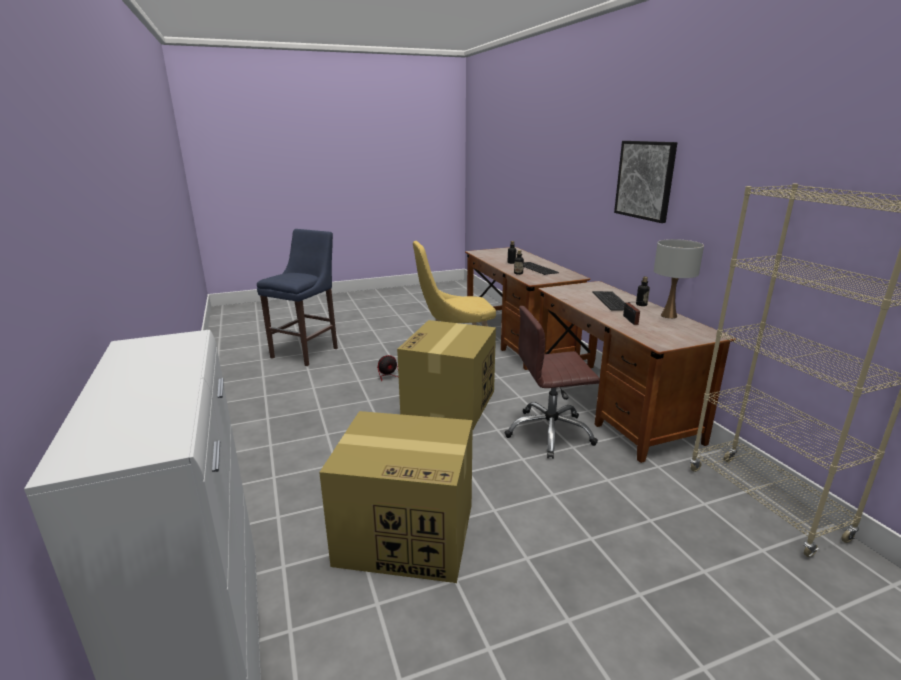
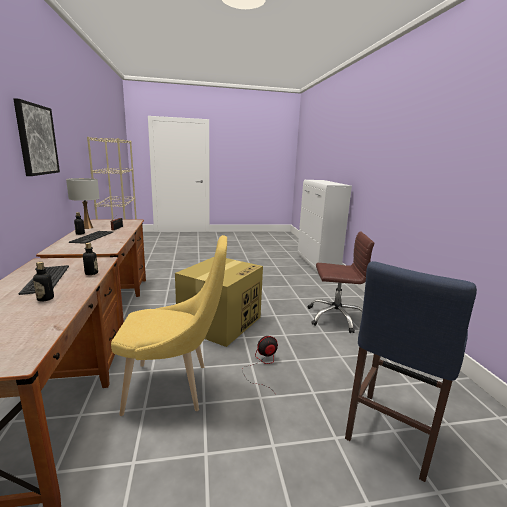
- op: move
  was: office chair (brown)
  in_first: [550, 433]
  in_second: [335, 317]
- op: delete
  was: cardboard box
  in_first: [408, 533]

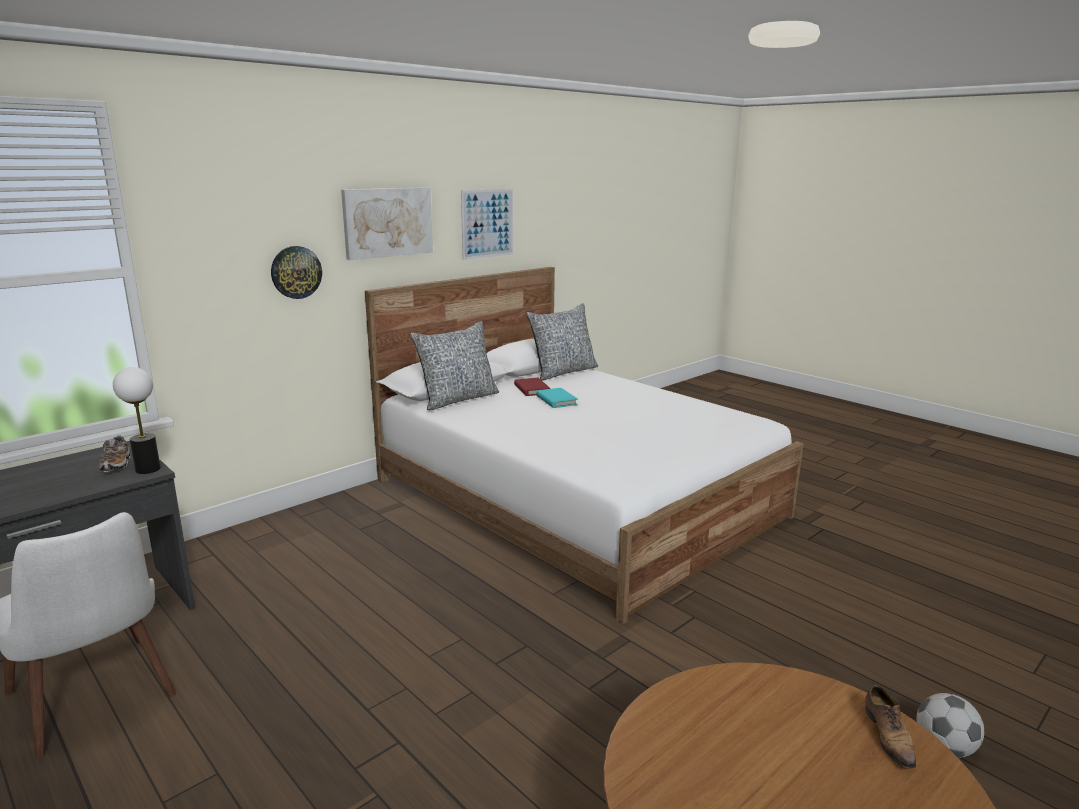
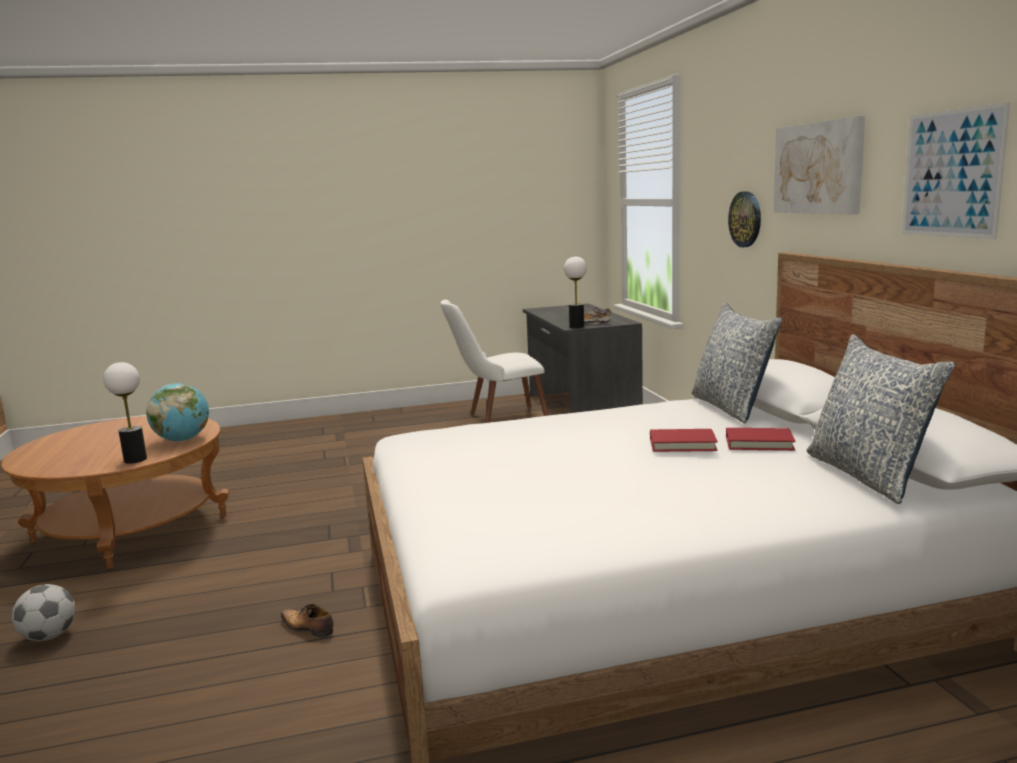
- op: recolor
  was: book (turquoise)
  now: book (red)
  in_first: [556, 400]
  in_second: [682, 444]
- op: move
  was: shoe
  in_first: [888, 737]
  in_second: [307, 628]
- op: insert
  now: table lamp
  in_second: [135, 459]
- op: insert
  now: globe
  in_second: [182, 440]

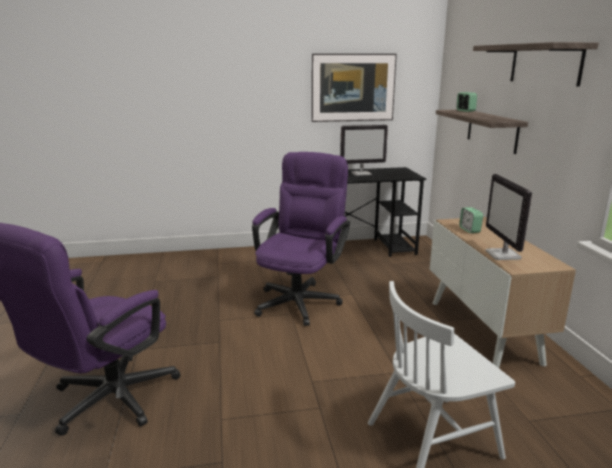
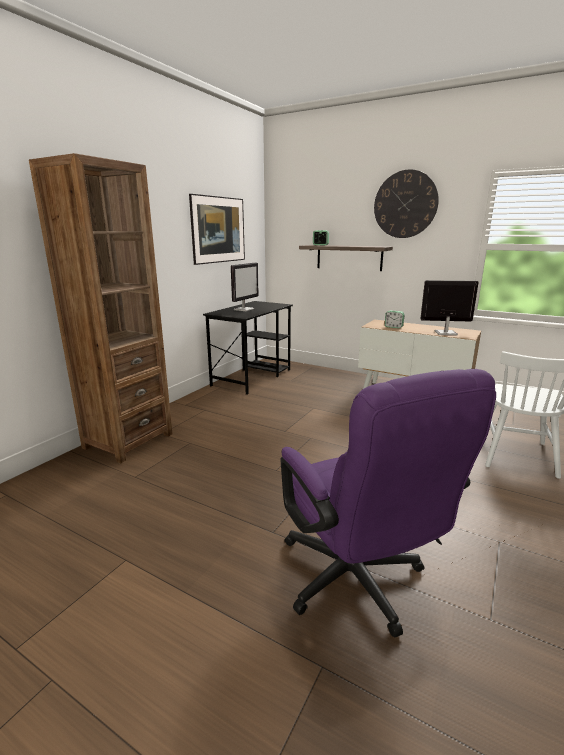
- op: replace
  was: shelf
  now: wall clock
  in_first: [545, 64]
  in_second: [405, 204]
- op: delete
  was: office chair (purple)
  in_first: [301, 299]
- op: rotate
  was: monitor
  in_first: [503, 255]
  in_second: [445, 333]
  clockwise: 150
- op: insert
  now: bookcase (brown)
  in_second: [128, 441]

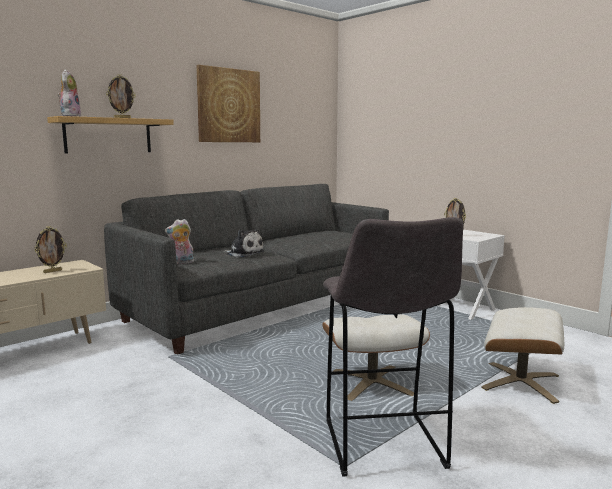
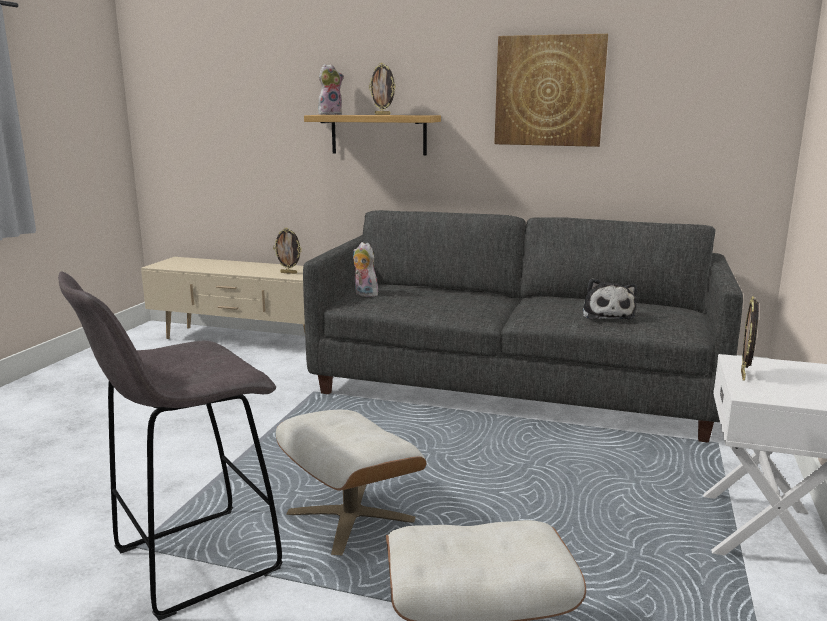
- op: move
  was: plush toy
  in_first: [244, 253]
  in_second: [607, 314]

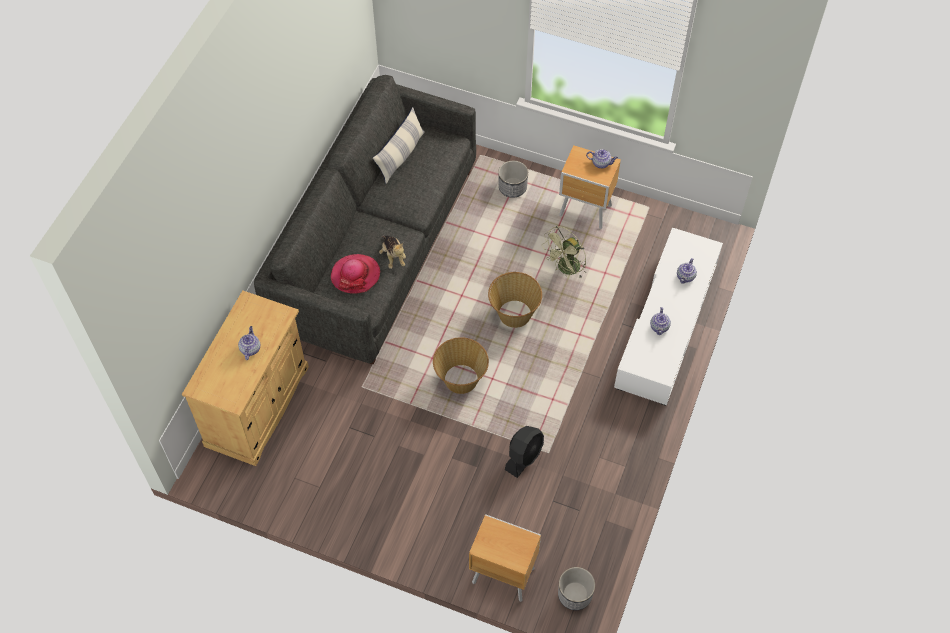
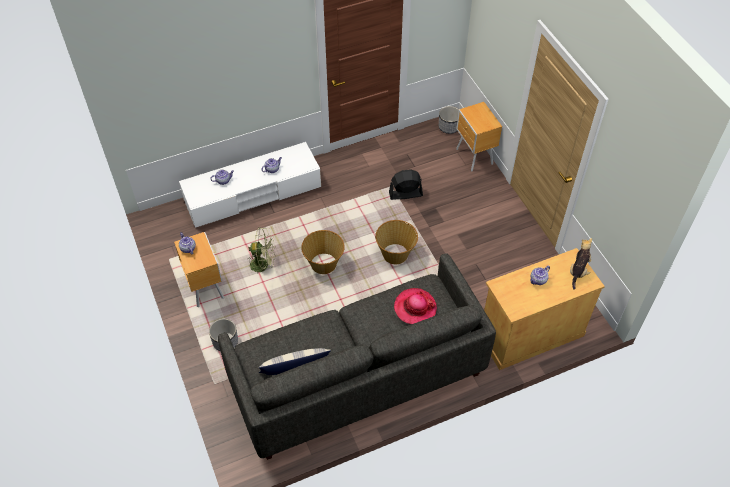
- op: move
  was: plush toy
  in_first: [393, 256]
  in_second: [578, 270]

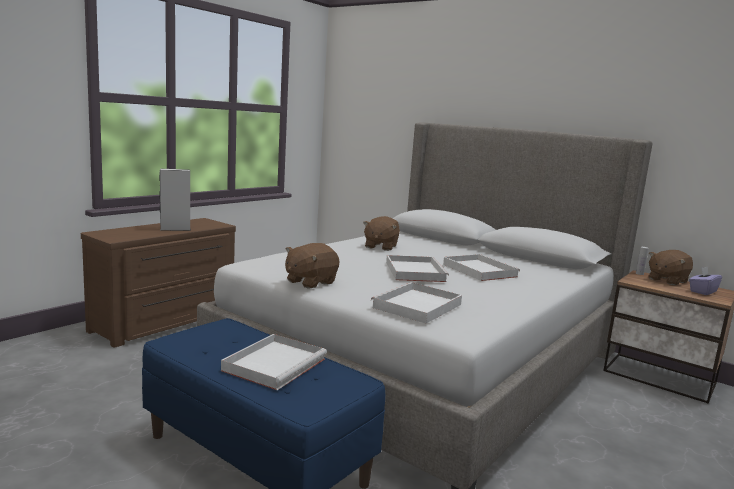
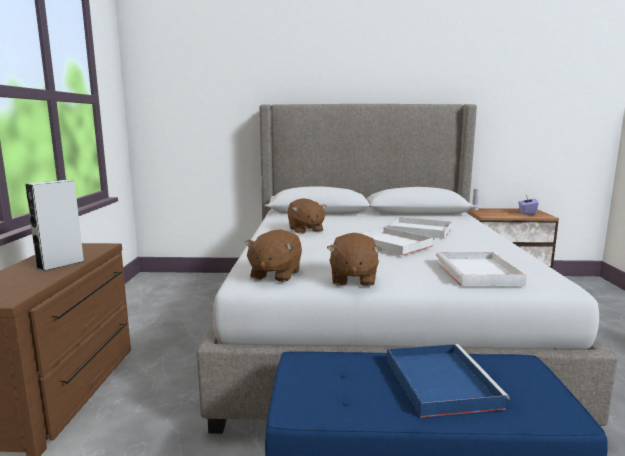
- op: move
  was: plush toy (brown)
  in_first: [667, 280]
  in_second: [275, 274]
- op: recolor
  was: tray (white)
  now: tray (blue)
  in_first: [275, 364]
  in_second: [439, 381]

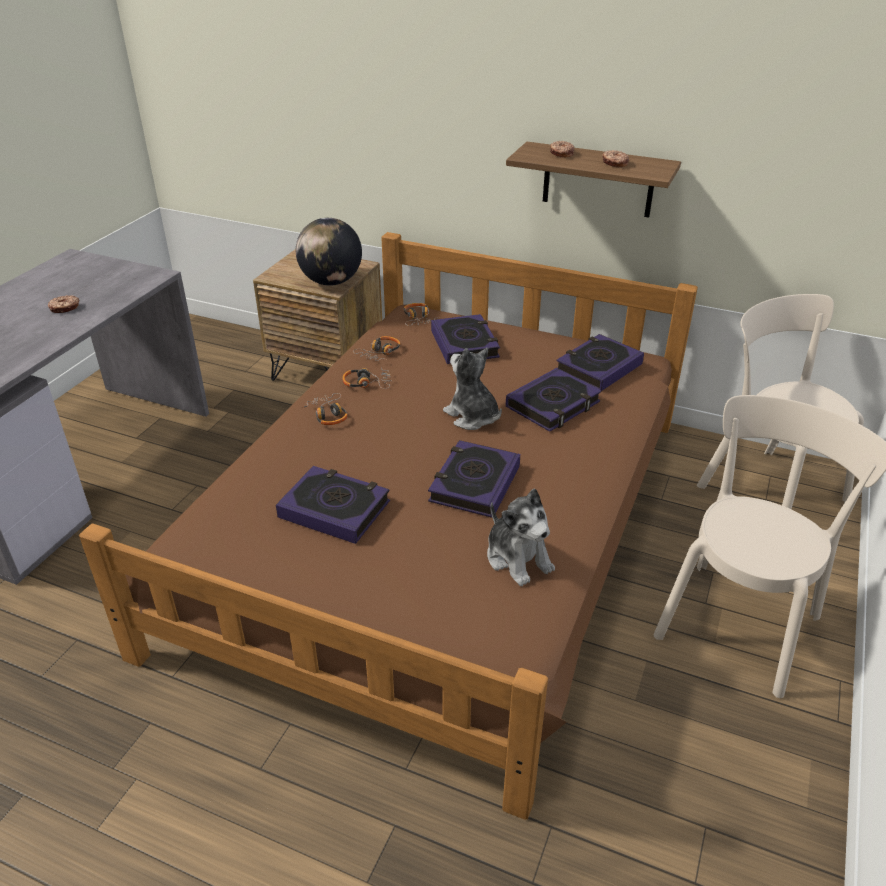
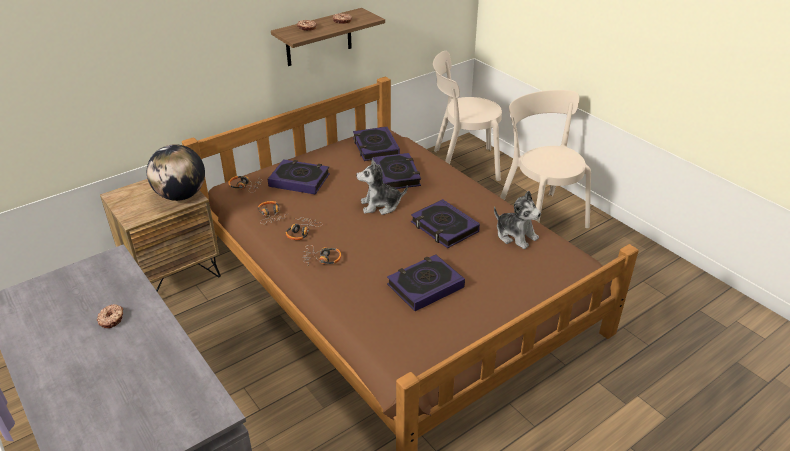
- op: rotate
  was: plush toy
  in_first: [518, 558]
  in_second: [515, 236]
  clockwise: 45

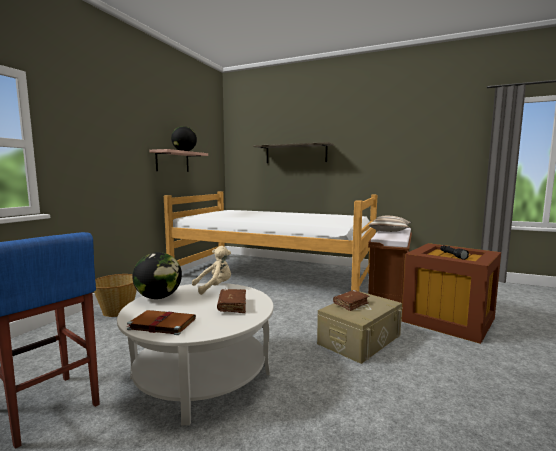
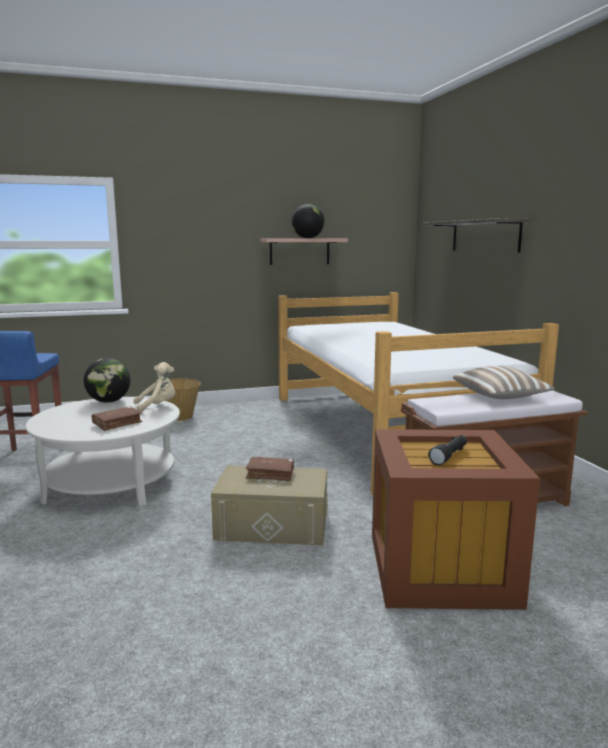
- op: rotate
  was: plush toy (beige)
  in_first: [215, 287]
  in_second: [157, 406]
  clockwise: -45
- op: delete
  was: book (brown)
  in_first: [161, 324]

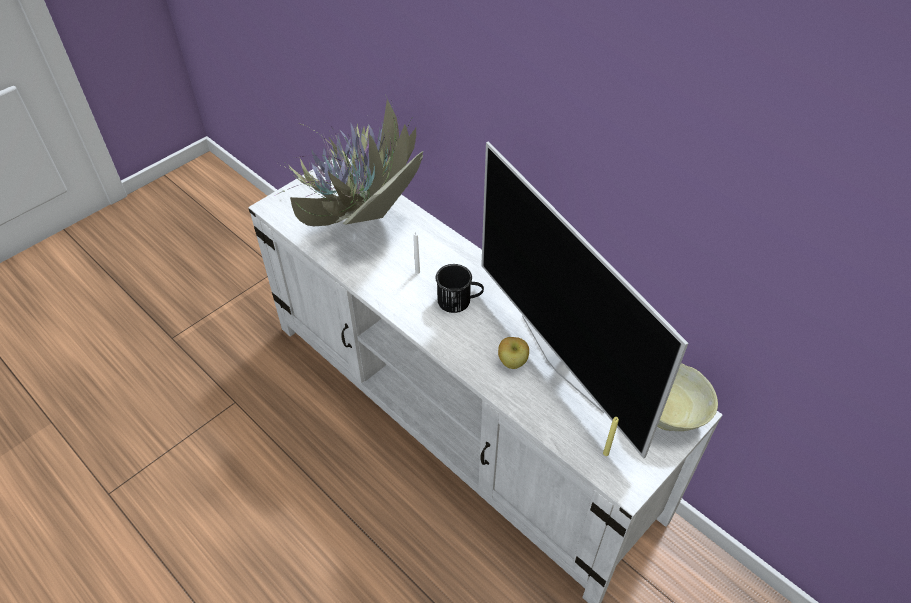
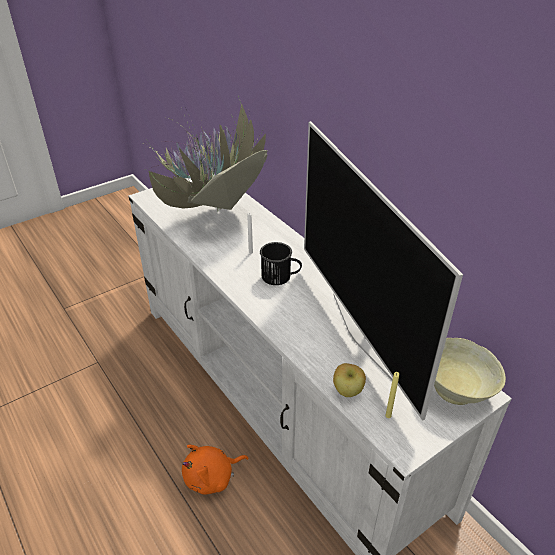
- op: move
  was: apple
  in_first: [512, 362]
  in_second: [348, 391]
- op: insert
  now: plush toy (orange)
  in_second: [212, 477]

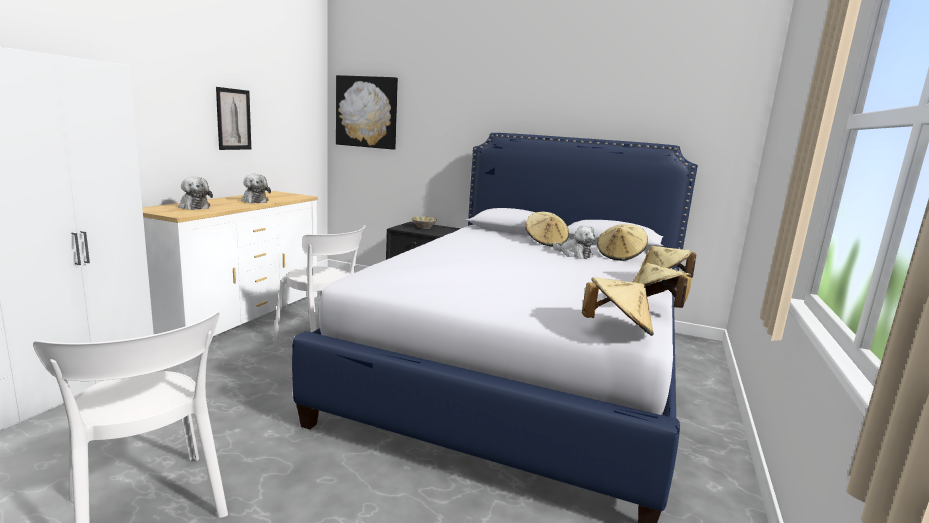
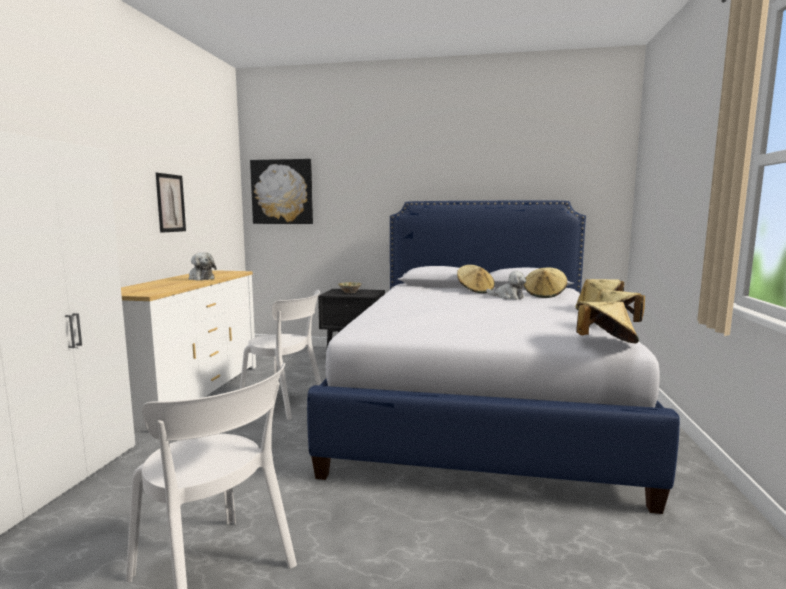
- op: delete
  was: plush toy
  in_first: [194, 206]

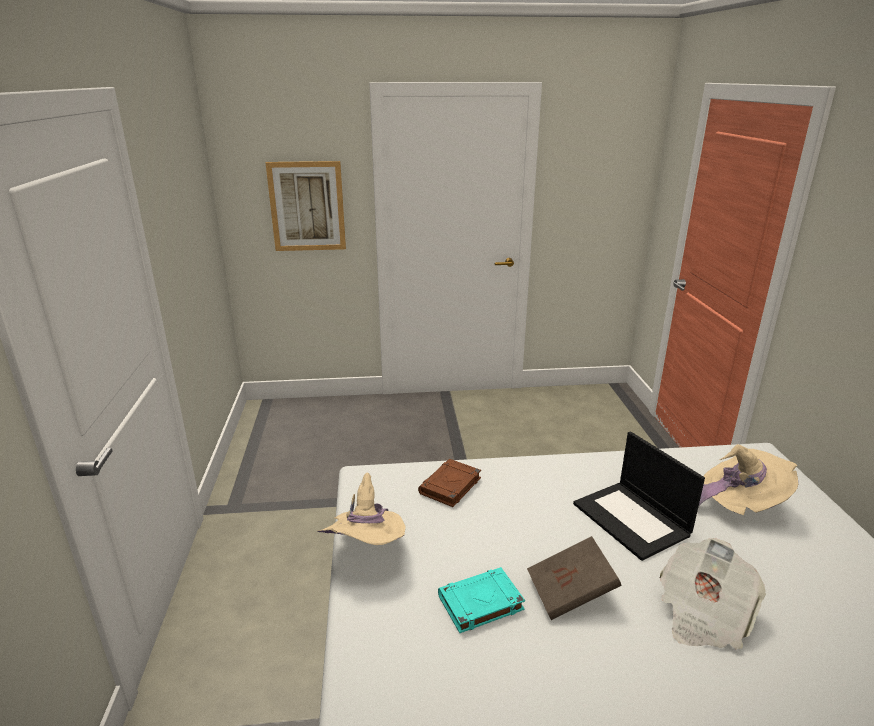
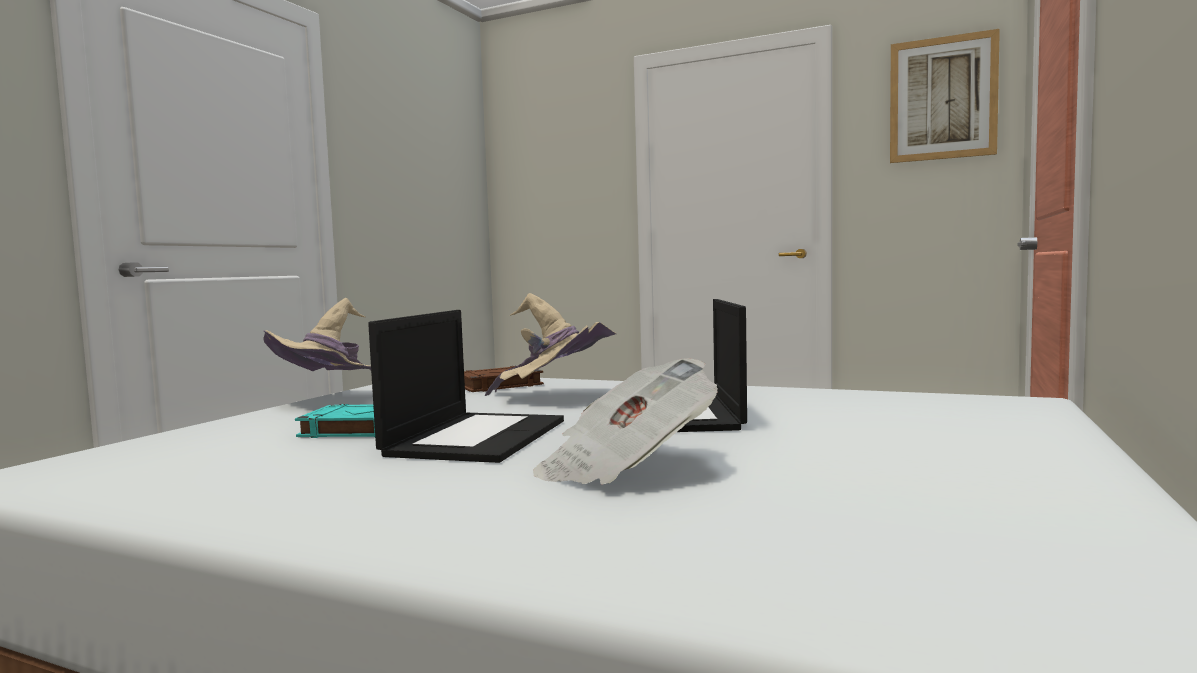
- op: move
  was: picture
  in_first: [307, 206]
  in_second: [942, 98]
- op: move
  was: hat (beige)
  in_first: [738, 504]
  in_second: [555, 397]
- op: replace
  was: book (brown)
  now: laptop
  in_first: [570, 593]
  in_second: [476, 437]

